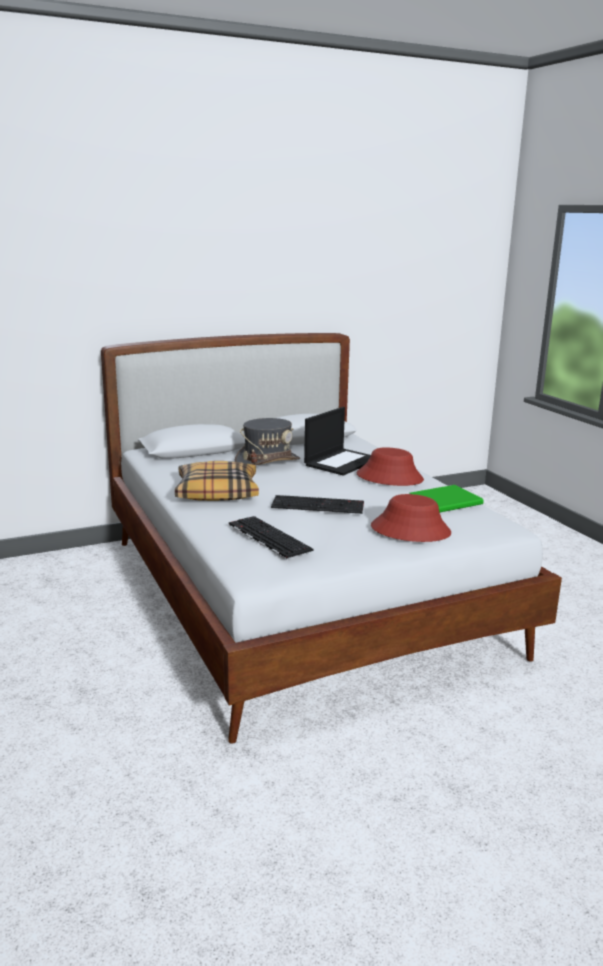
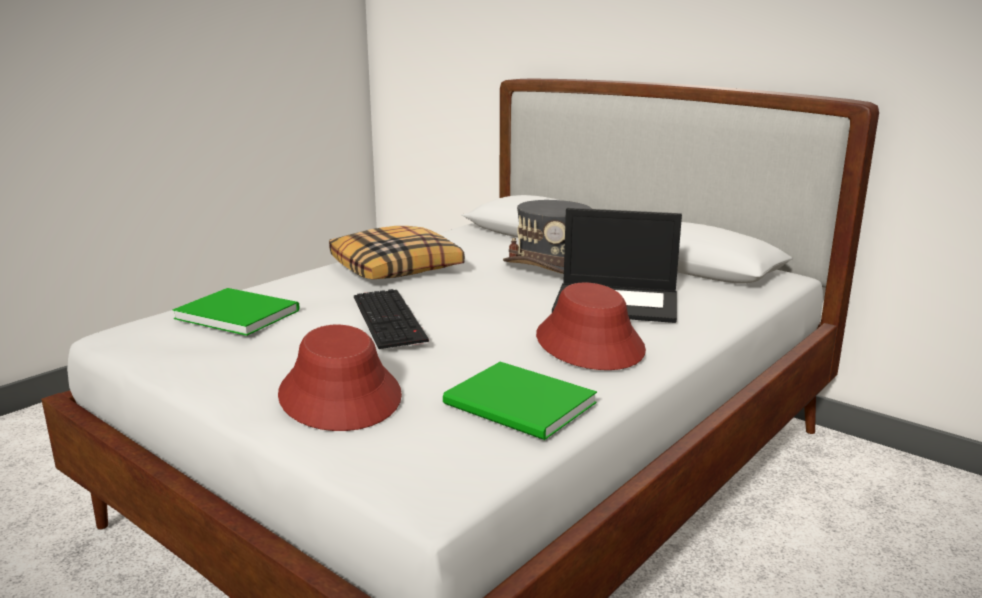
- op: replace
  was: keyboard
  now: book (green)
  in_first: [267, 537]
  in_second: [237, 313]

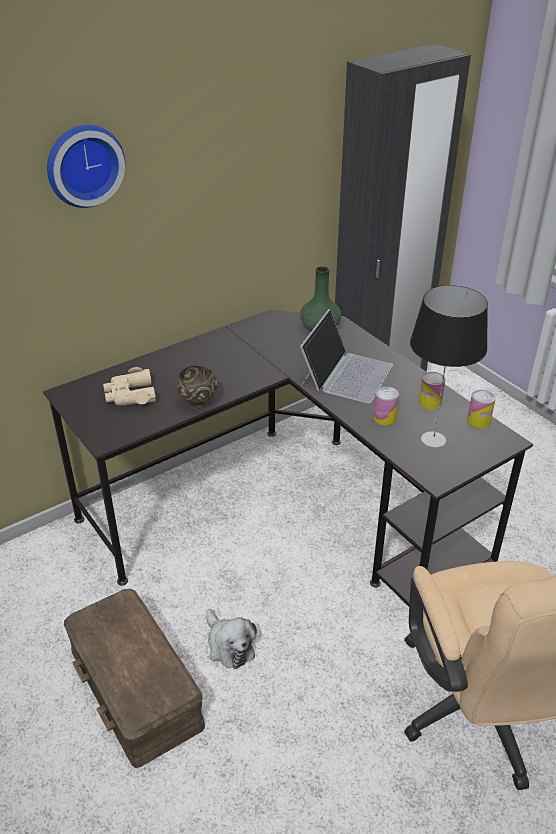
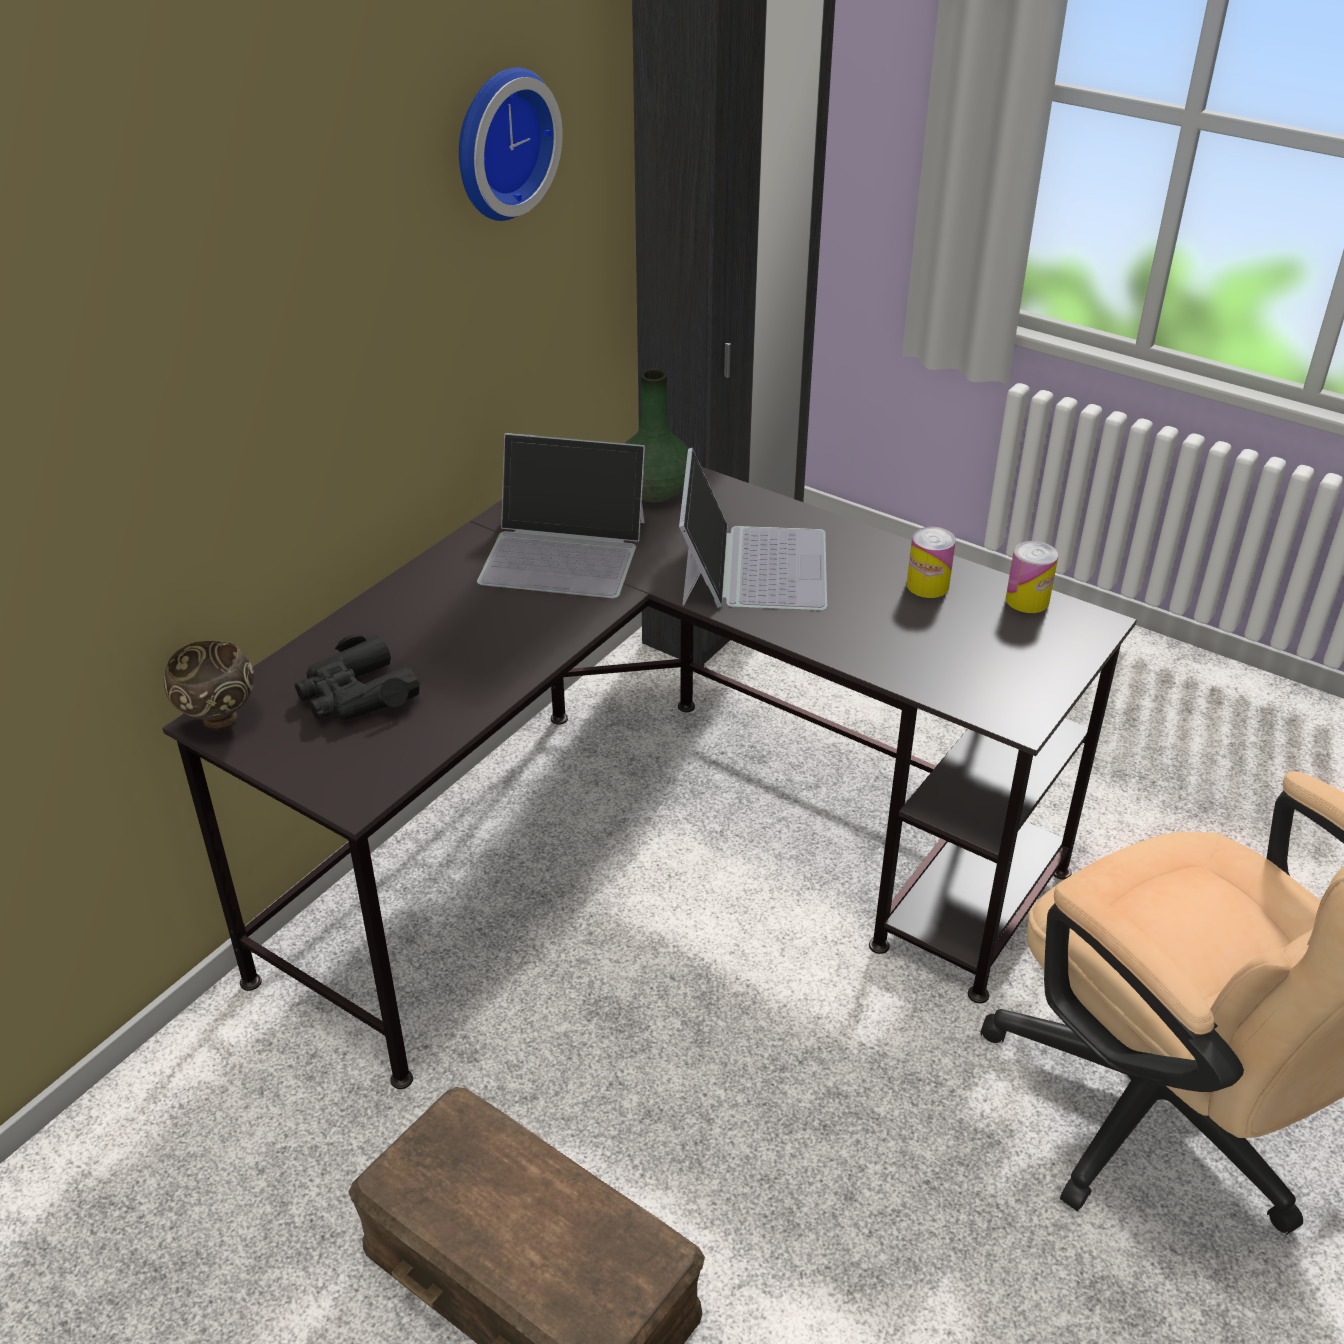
- op: move
  was: wall clock
  in_first: [83, 164]
  in_second: [499, 142]
- op: delete
  was: table lamp
  in_first: [433, 438]
- op: move
  was: bowl (brown)
  in_first: [197, 404]
  in_second: [217, 720]
- op: recolor
  was: binoculars (beige)
  now: binoculars (black)
  in_first: [130, 395]
  in_second: [356, 694]
- op: delete
  was: can
  in_first: [384, 418]
- op: delete
  was: plush toy
  in_first: [229, 645]
- op: insert
  now: laptop
  in_second: [565, 551]

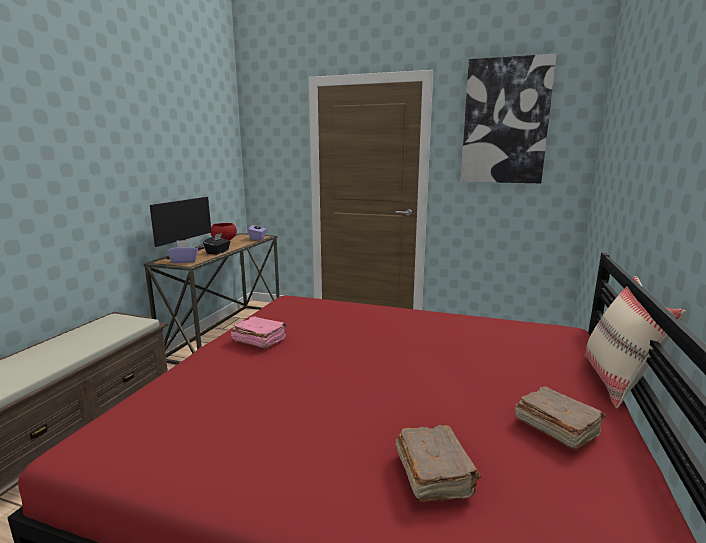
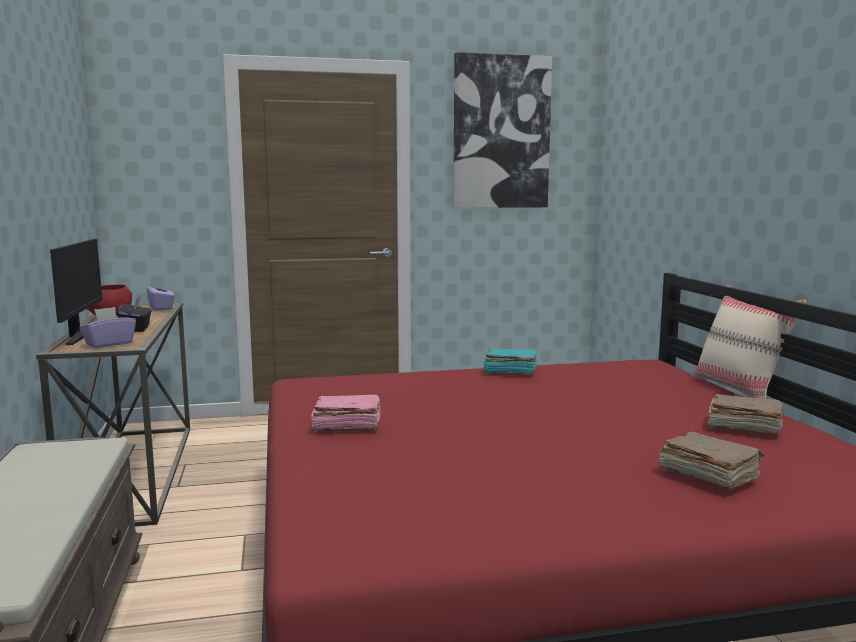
- op: insert
  now: book (turquoise)
  in_second: [509, 372]

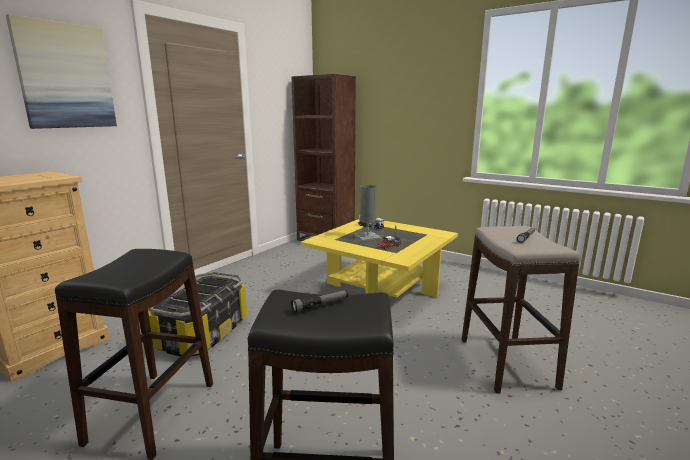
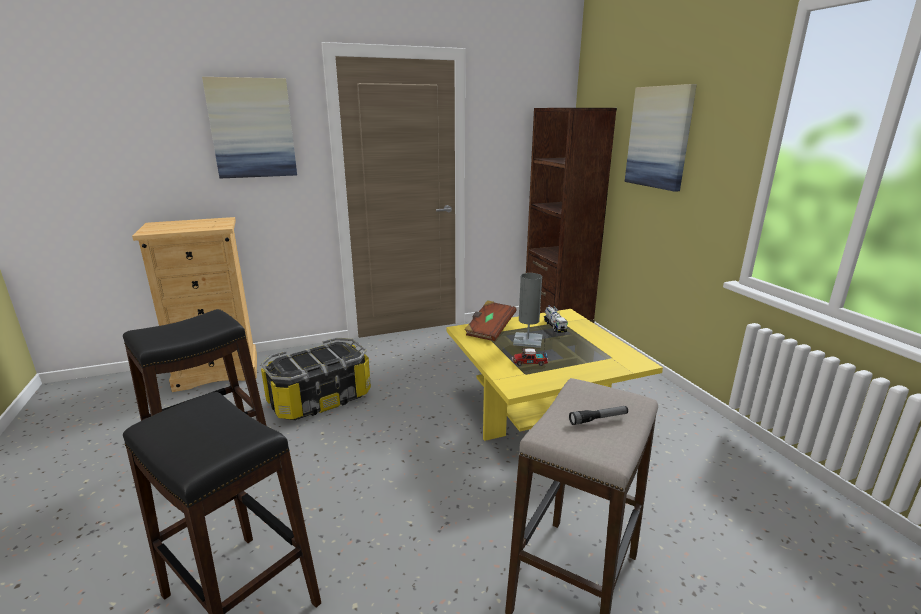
- op: delete
  was: flashlight
  in_first: [320, 305]
- op: insert
  now: picture
  in_second: [659, 137]
- op: insert
  now: book (brown)
  in_second: [489, 330]

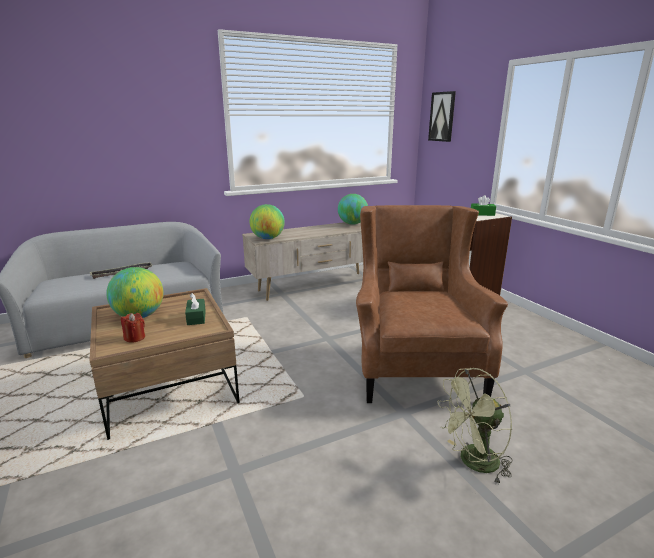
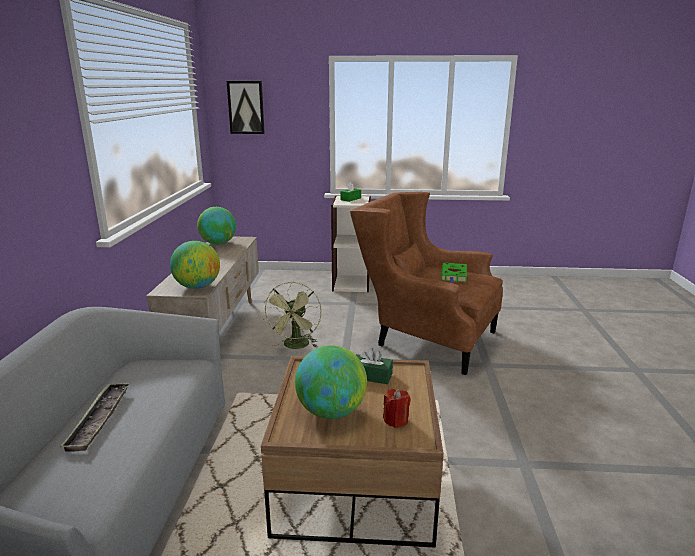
- op: move
  was: fan (green)
  in_first: [473, 463]
  in_second: [296, 346]
- op: insert
  now: book (green)
  in_second: [454, 275]

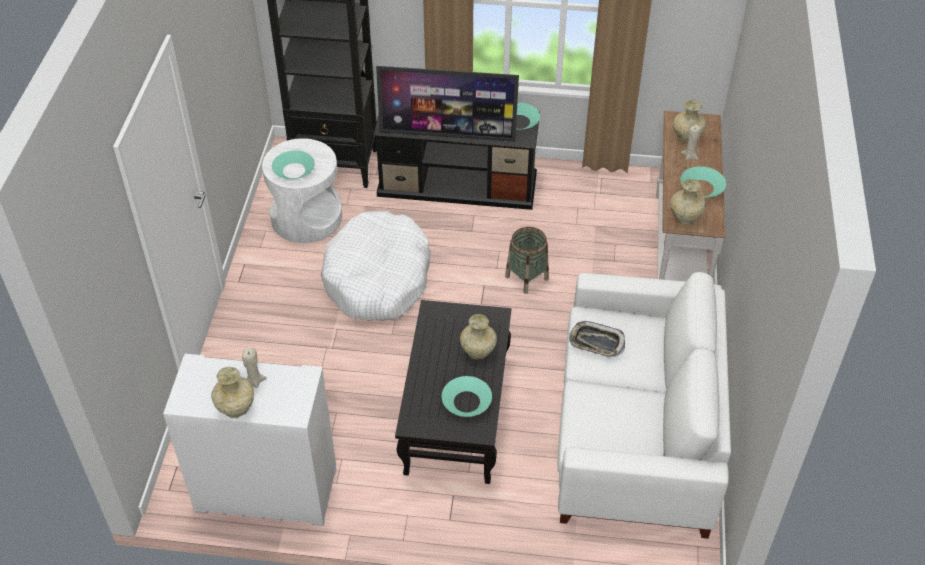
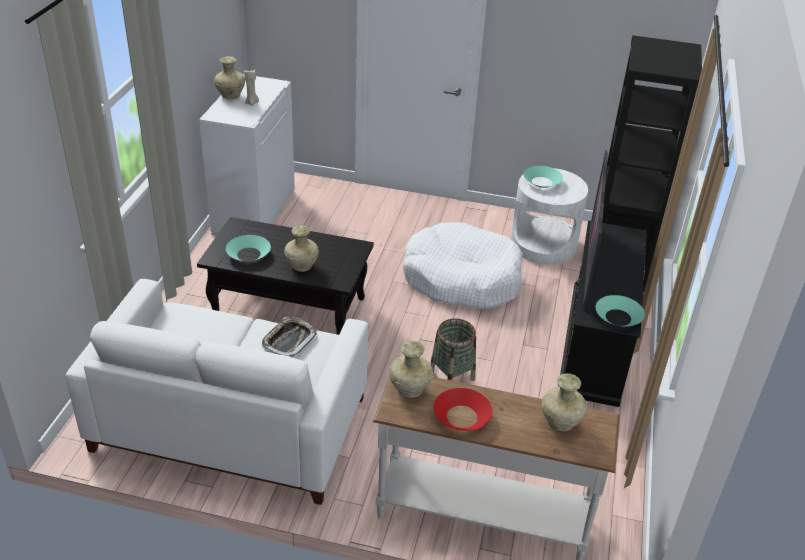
- op: delete
  was: candle (beige)
  in_first: [689, 156]
- op: recolor
  was: bowl (turquoise)
  now: bowl (red)
  in_first: [701, 187]
  in_second: [462, 416]

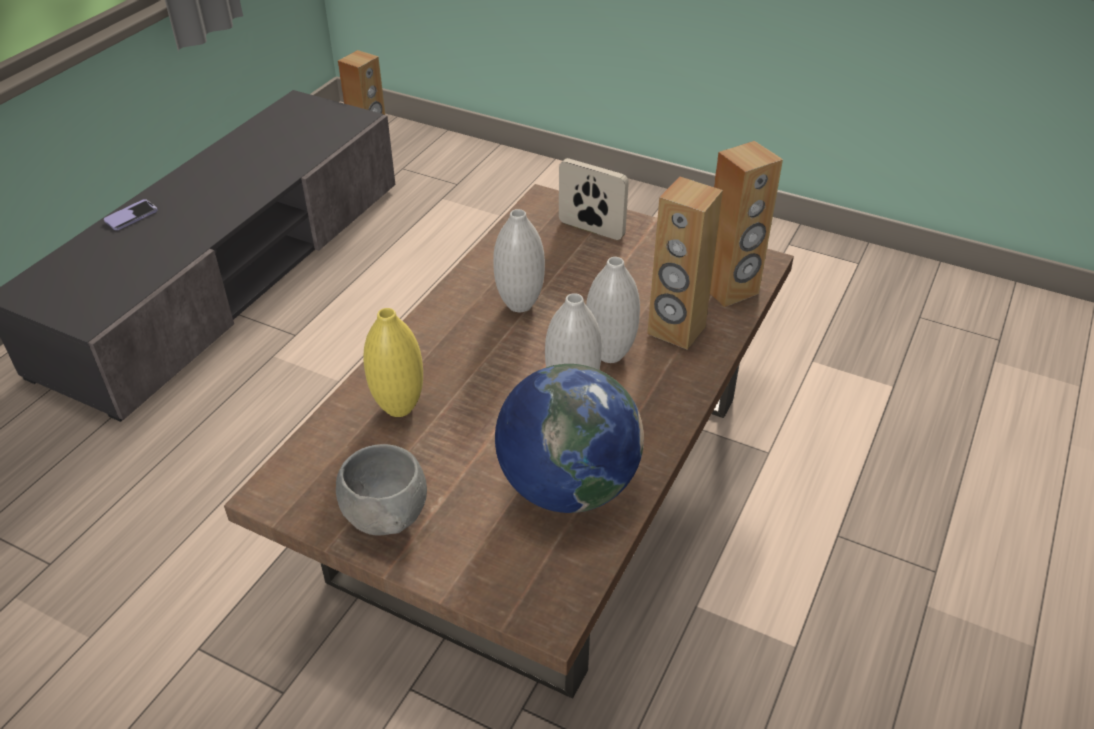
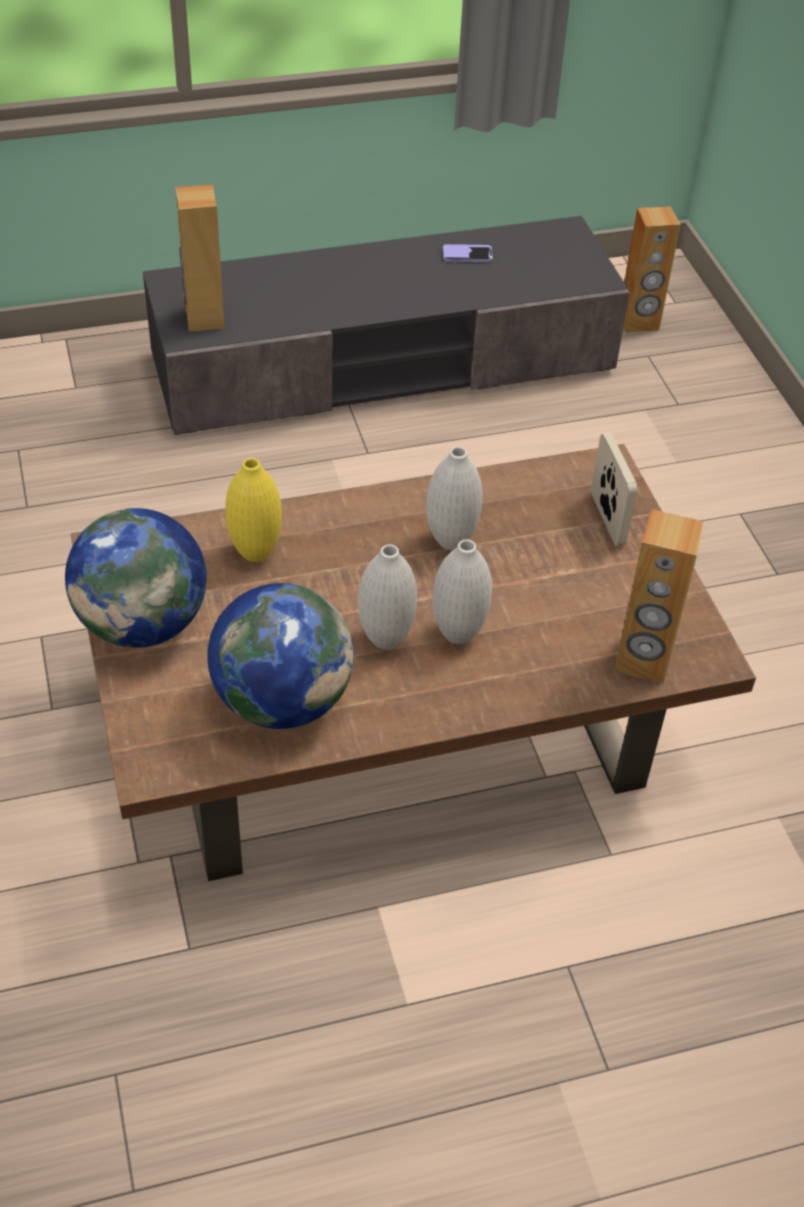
- op: move
  was: speaker (brown)
  in_first: [676, 331]
  in_second: [204, 318]
- op: move
  was: phone
  in_first: [131, 216]
  in_second: [467, 255]
- op: replace
  was: bowl (grey)
  now: globe
  in_first: [387, 521]
  in_second: [143, 624]

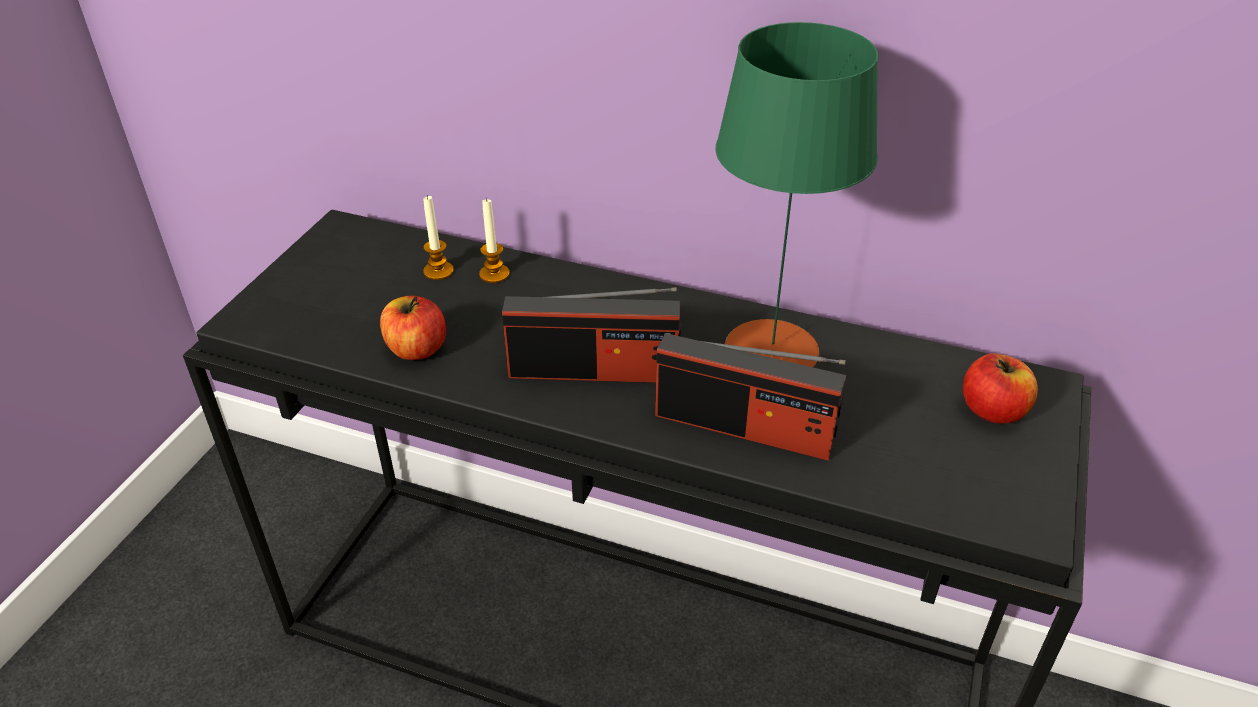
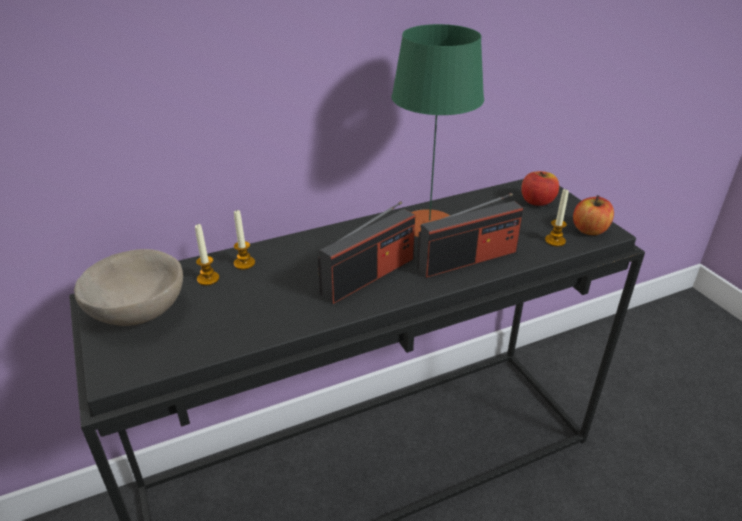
- op: move
  was: apple
  in_first: [416, 349]
  in_second: [590, 230]
- op: insert
  now: candle
  in_second: [555, 241]
- op: insert
  now: bowl (beige)
  in_second: [139, 311]

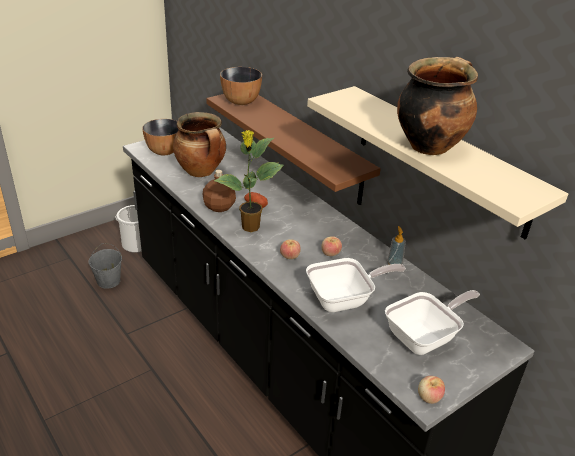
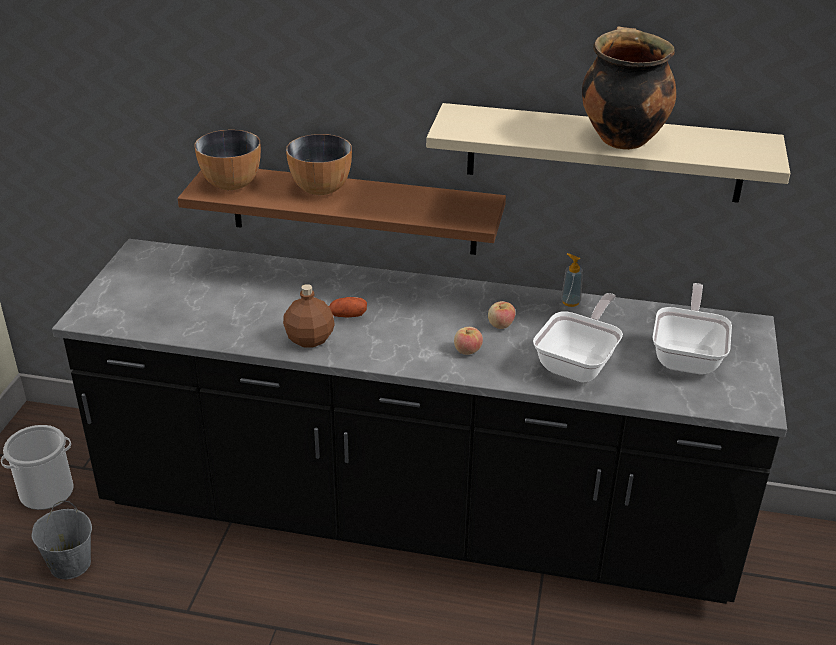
- op: delete
  was: cooking pot
  in_first: [201, 172]
- op: move
  was: bowl
  in_first: [164, 151]
  in_second: [321, 189]
- op: delete
  was: potted plant
  in_first: [249, 227]
- op: delete
  was: apple
  in_first: [429, 397]

